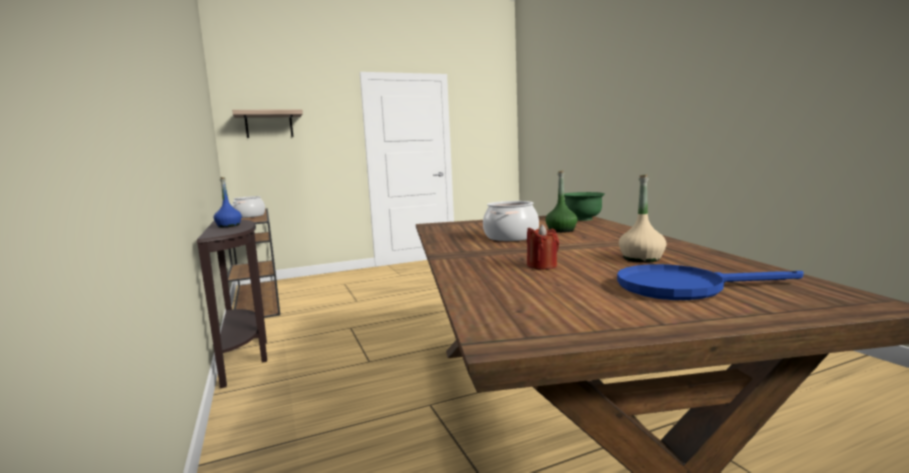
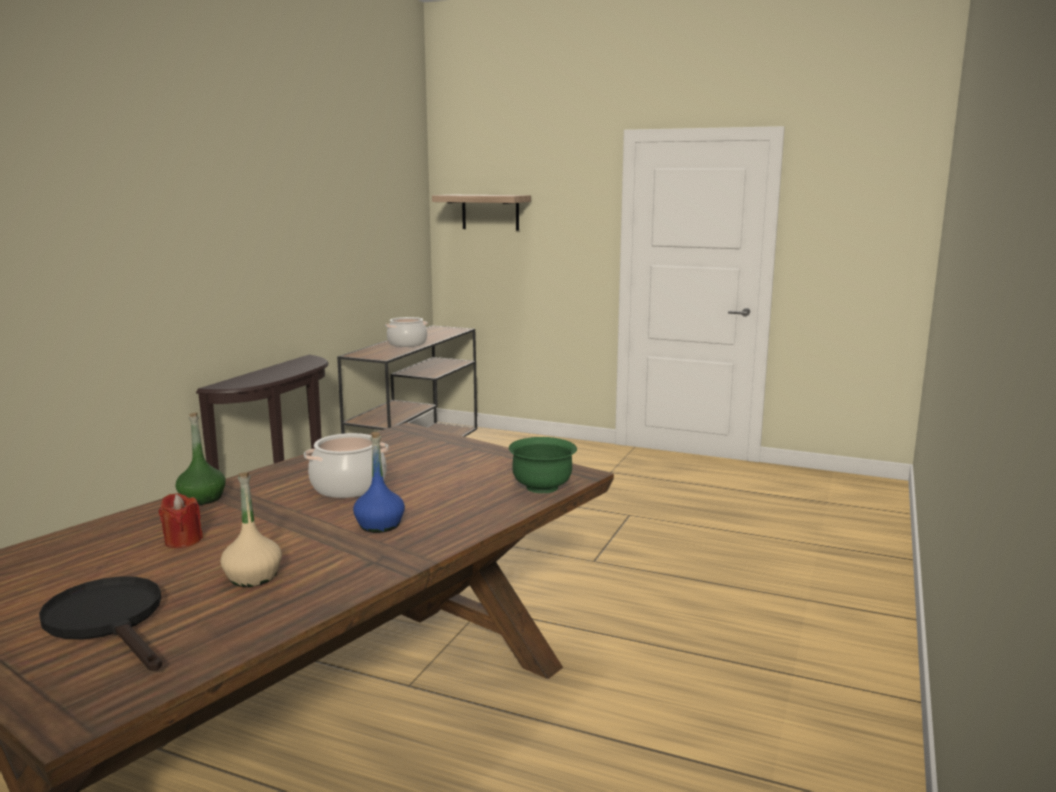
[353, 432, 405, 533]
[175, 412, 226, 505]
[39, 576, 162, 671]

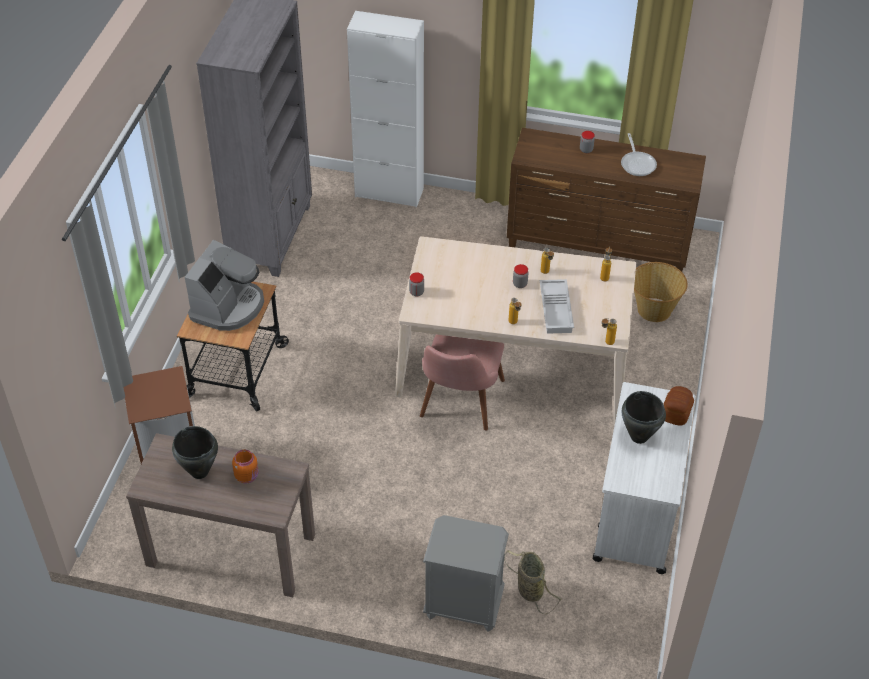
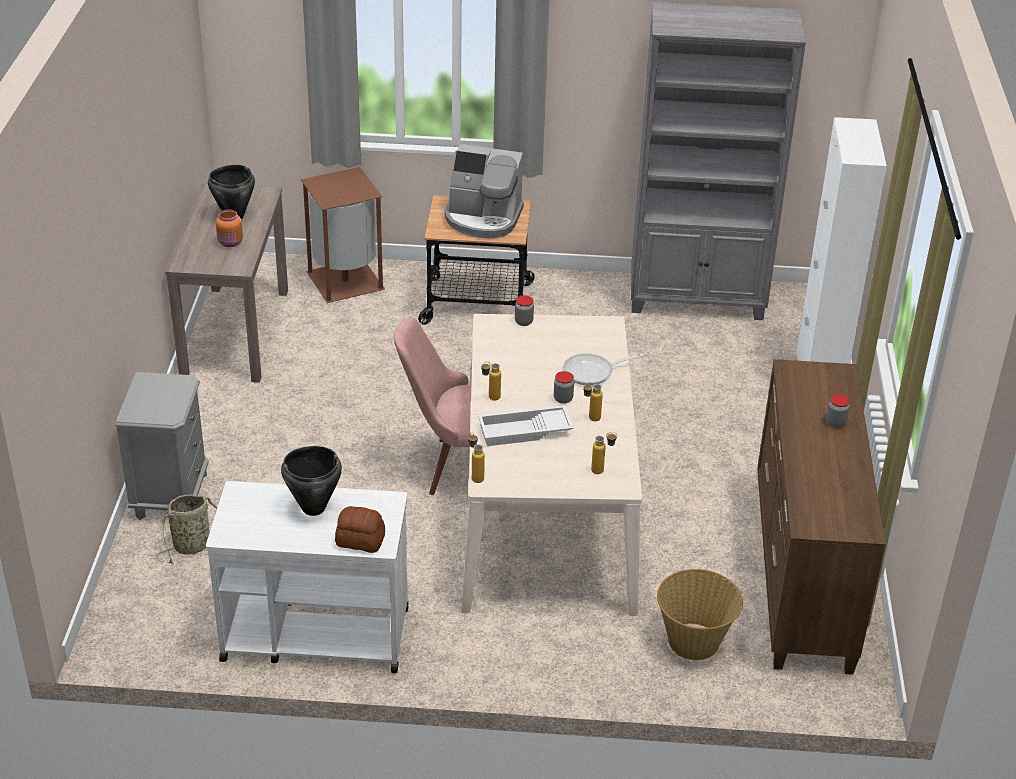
[563, 353, 644, 385]

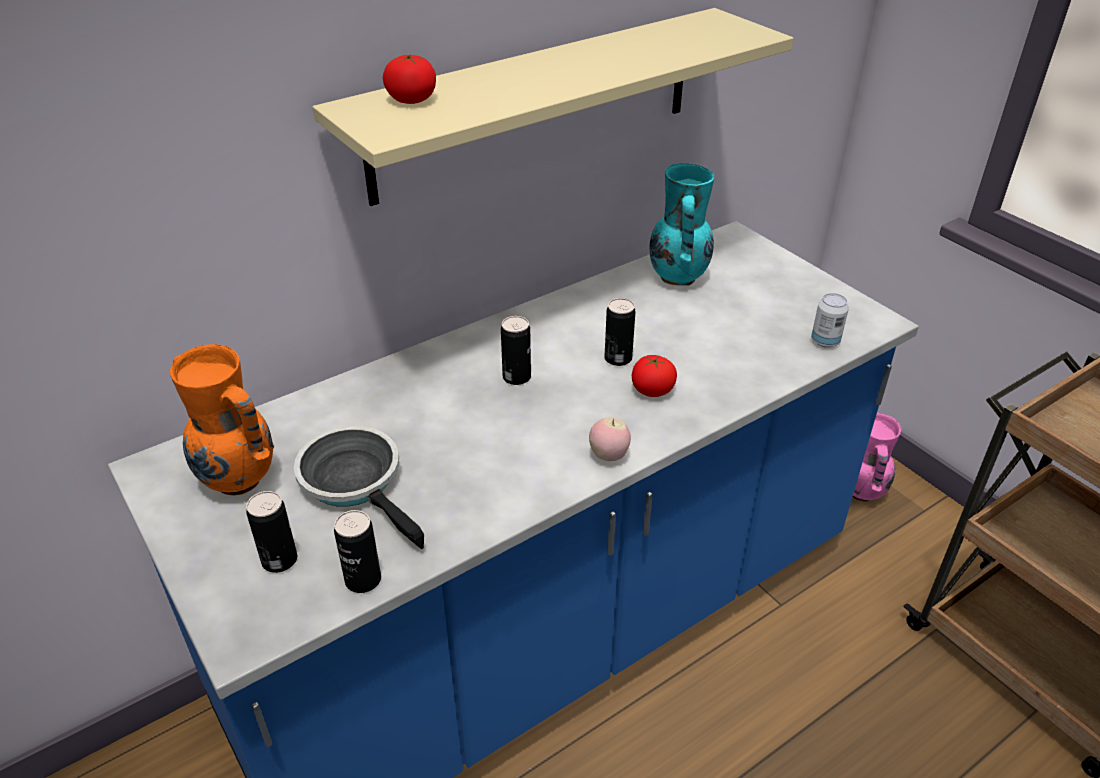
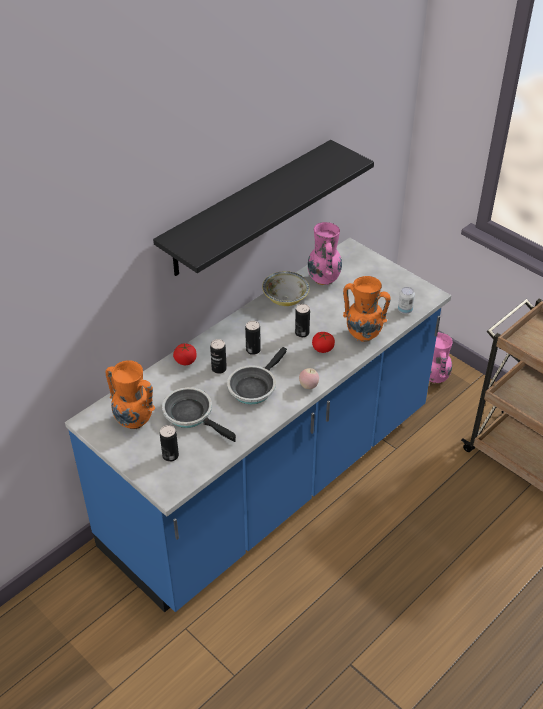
[227, 347, 287, 404]
[262, 271, 309, 306]
[343, 276, 391, 342]
[210, 339, 227, 374]
[173, 343, 196, 365]
[153, 140, 374, 276]
[308, 222, 342, 285]

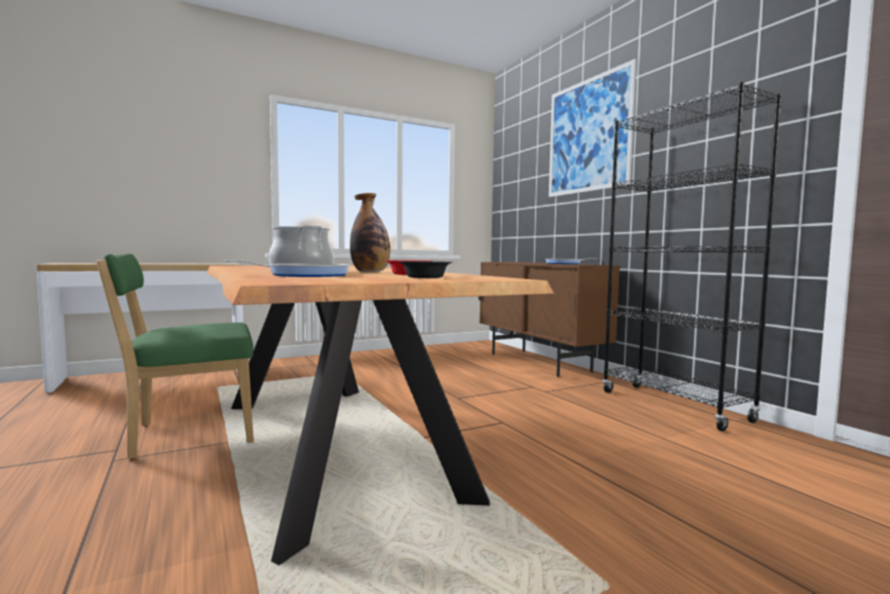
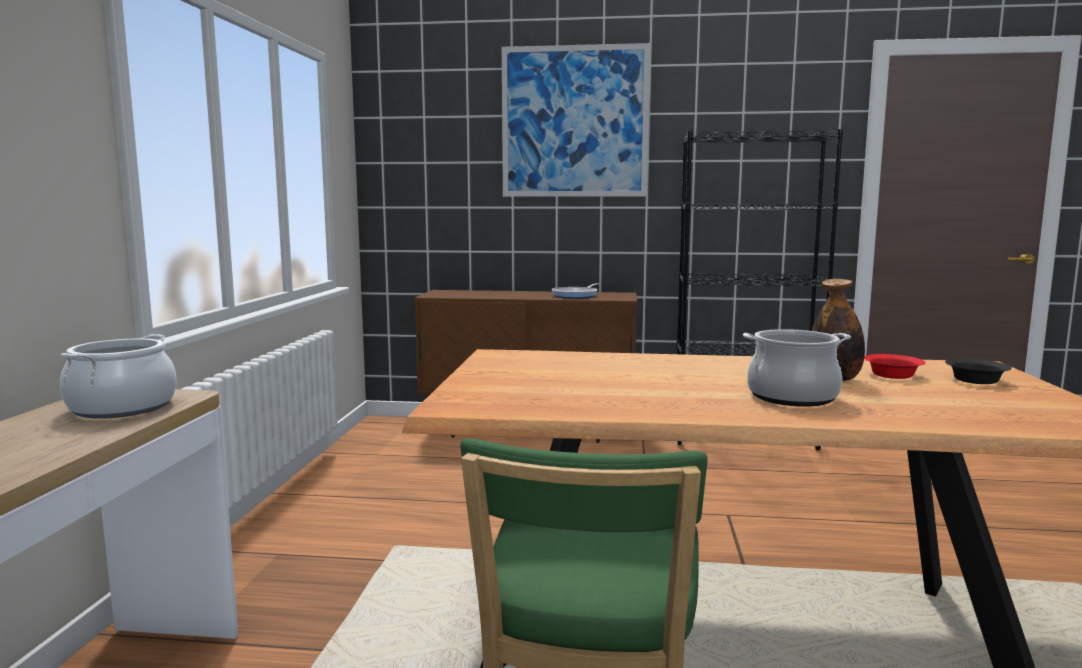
[224, 261, 350, 277] (first image)
[60, 334, 177, 419]

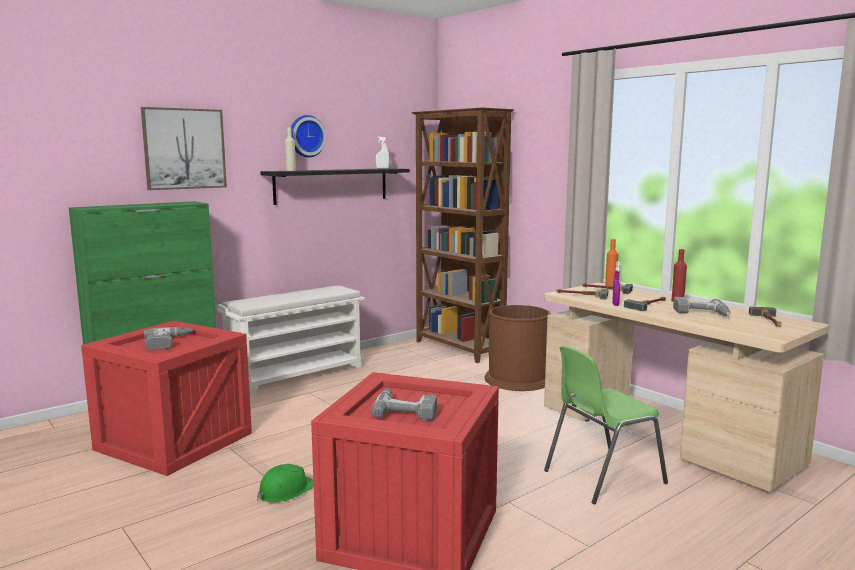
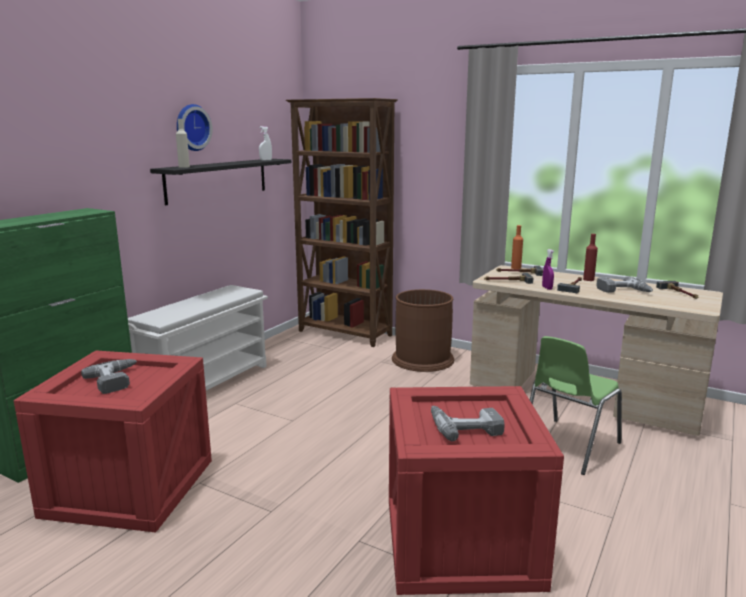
[141, 107, 227, 190] (first image)
[257, 464, 314, 502] (first image)

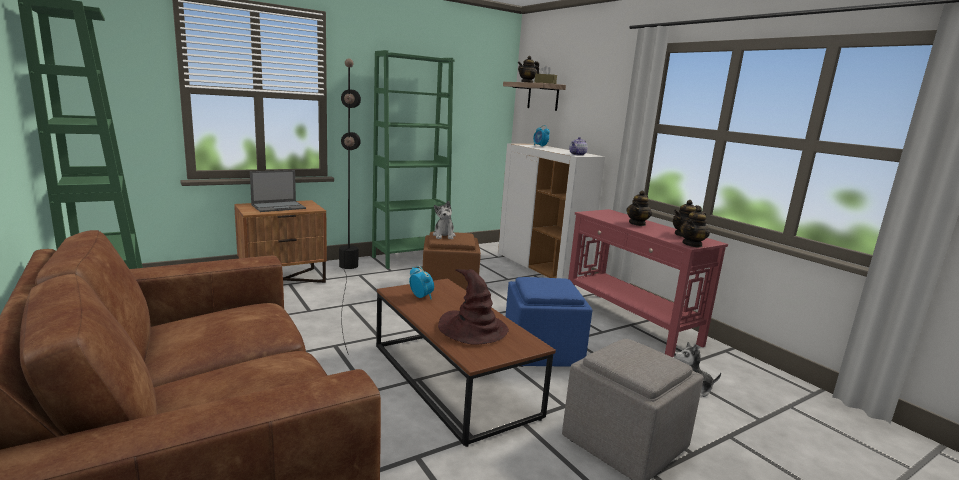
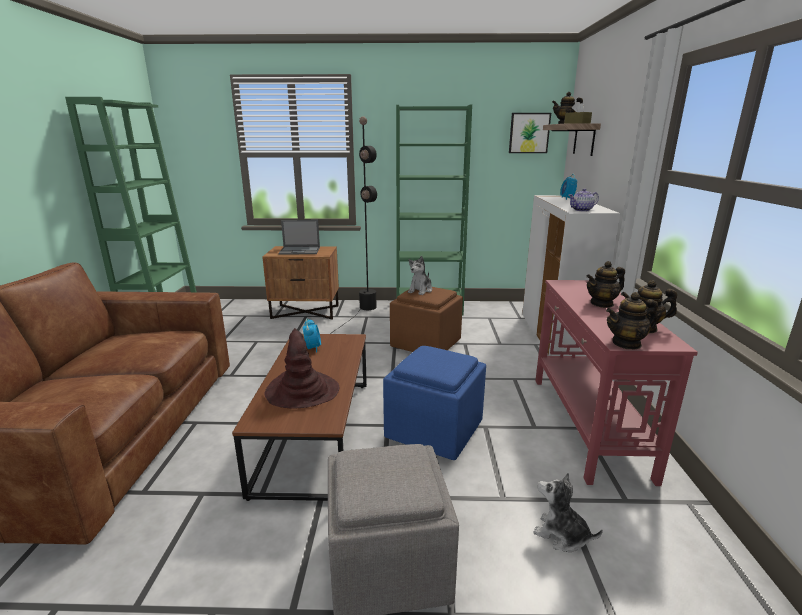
[509, 113, 551, 153]

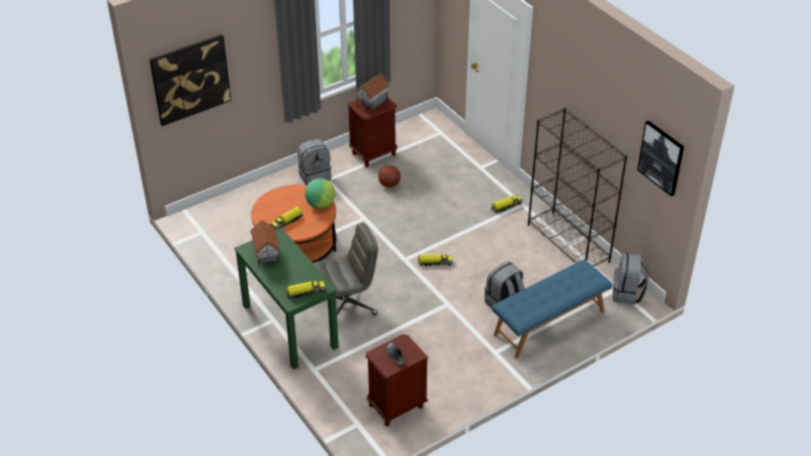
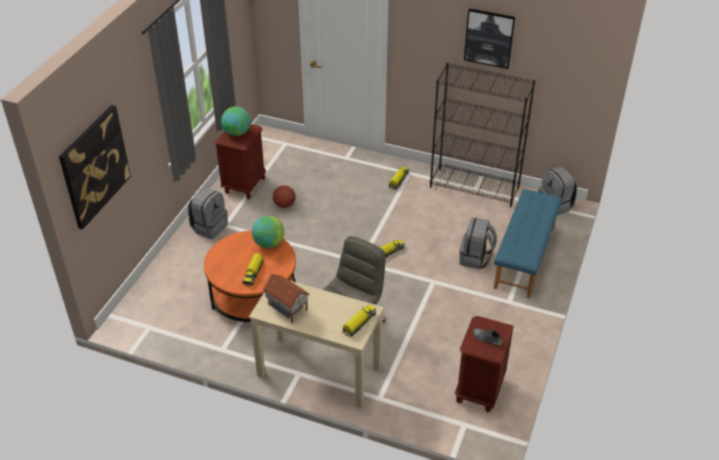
[464, 9, 515, 69]
[221, 106, 251, 136]
[249, 281, 384, 408]

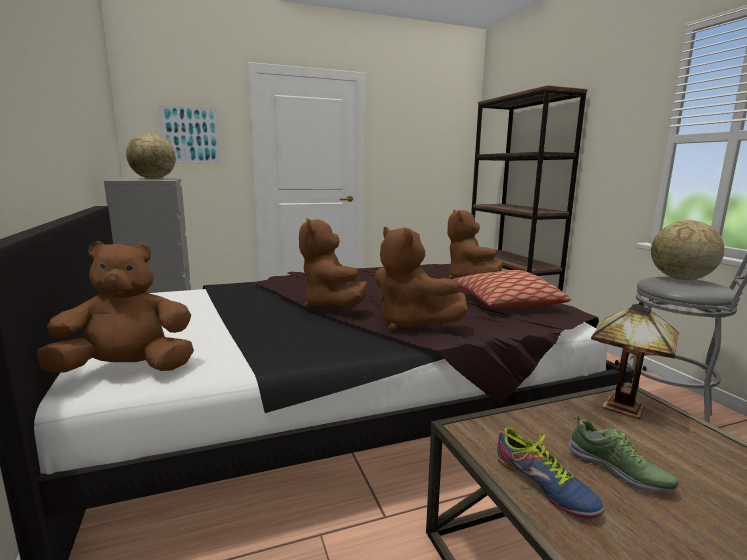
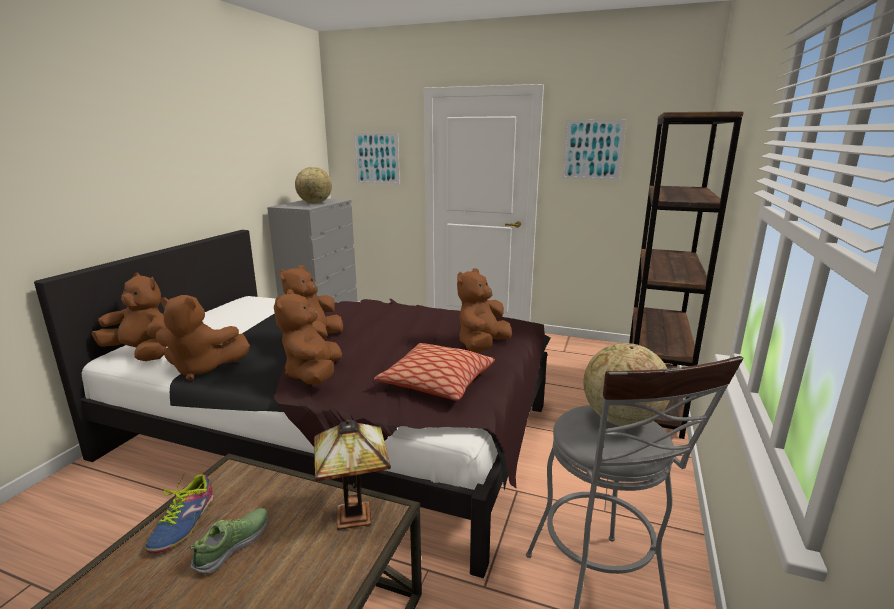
[156, 295, 250, 381]
[562, 120, 626, 180]
[190, 508, 268, 574]

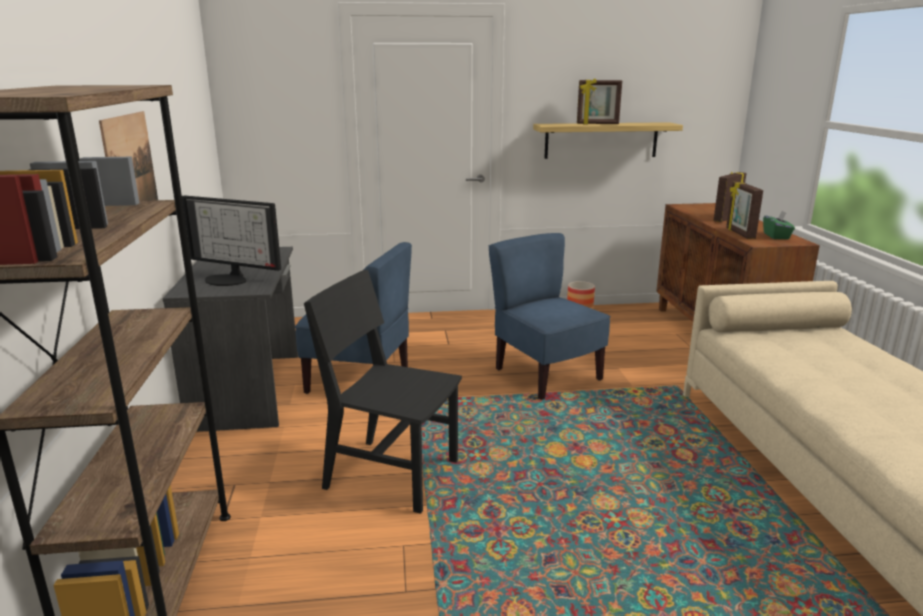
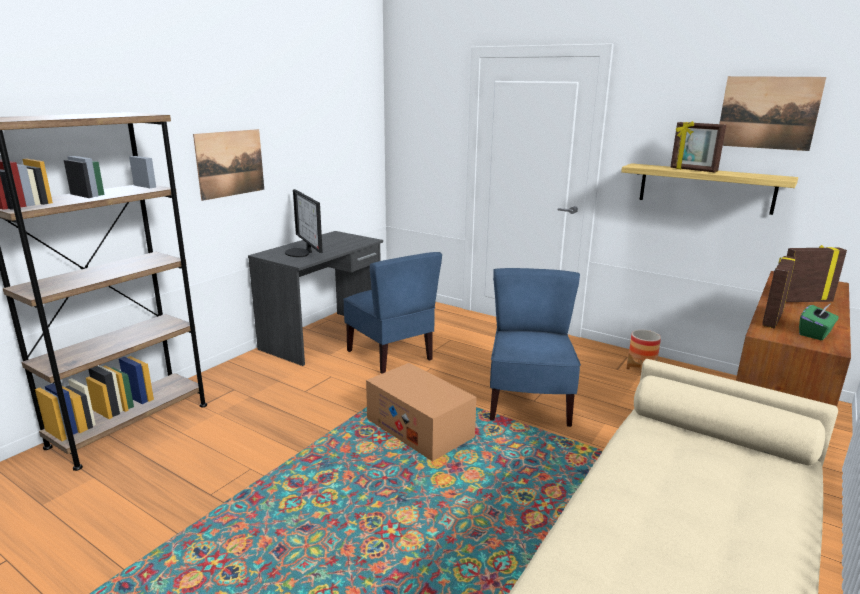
[304, 270, 462, 514] (first image)
[366, 363, 477, 461]
[719, 76, 826, 151]

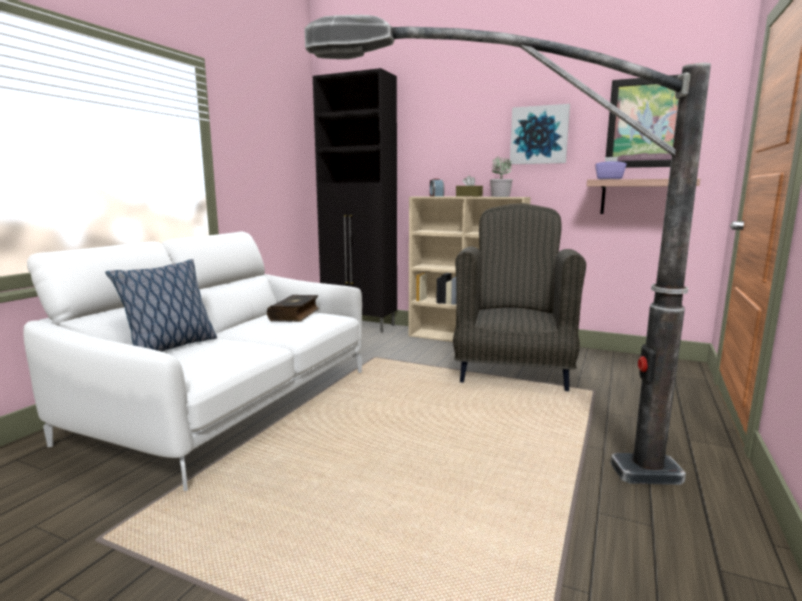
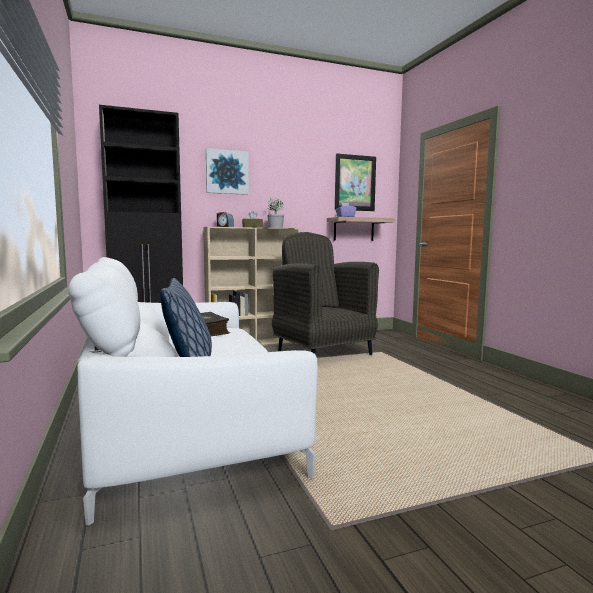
[304, 15, 711, 485] (first image)
[206, 148, 249, 195]

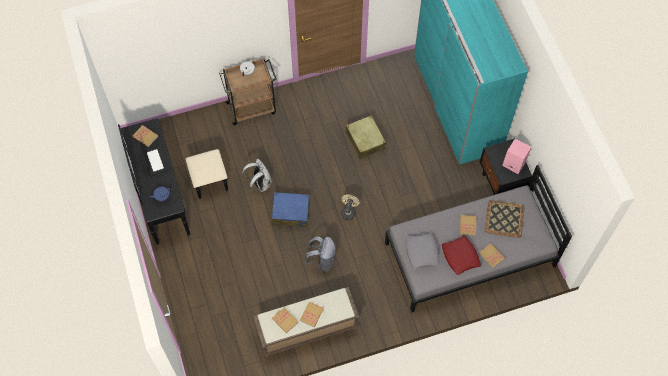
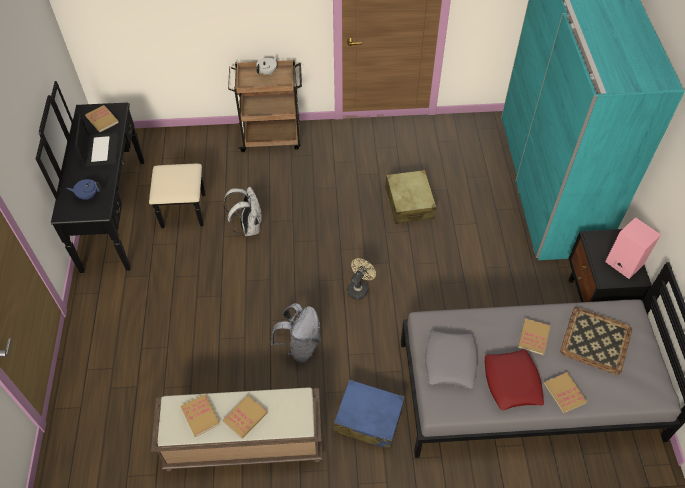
[334, 379, 405, 450]

